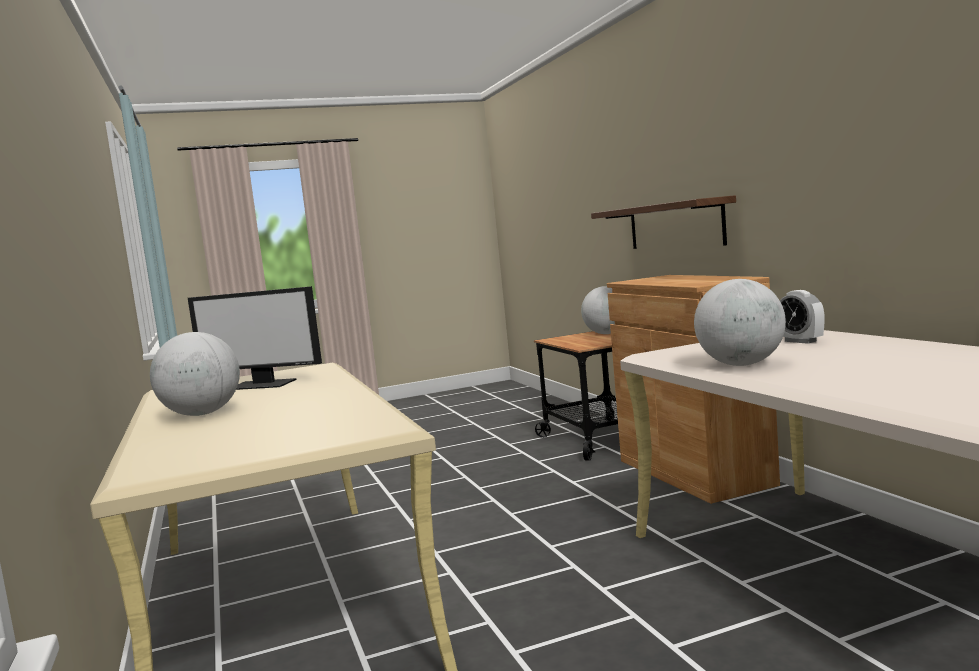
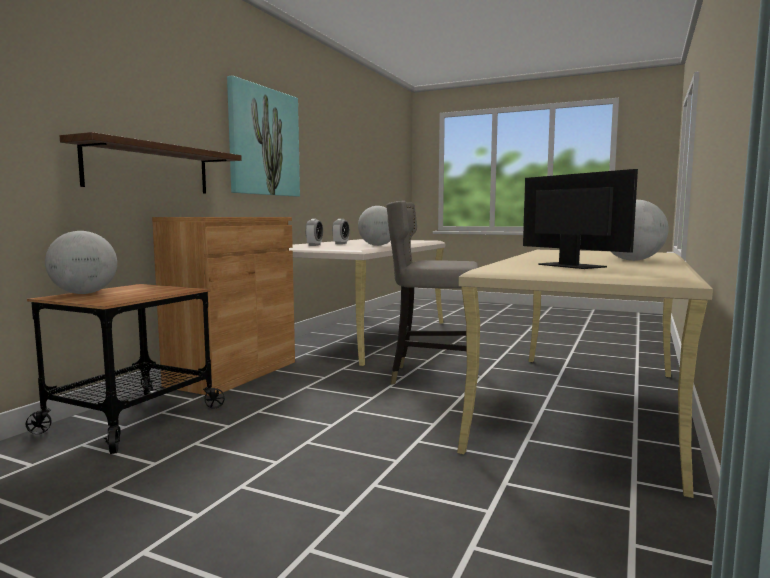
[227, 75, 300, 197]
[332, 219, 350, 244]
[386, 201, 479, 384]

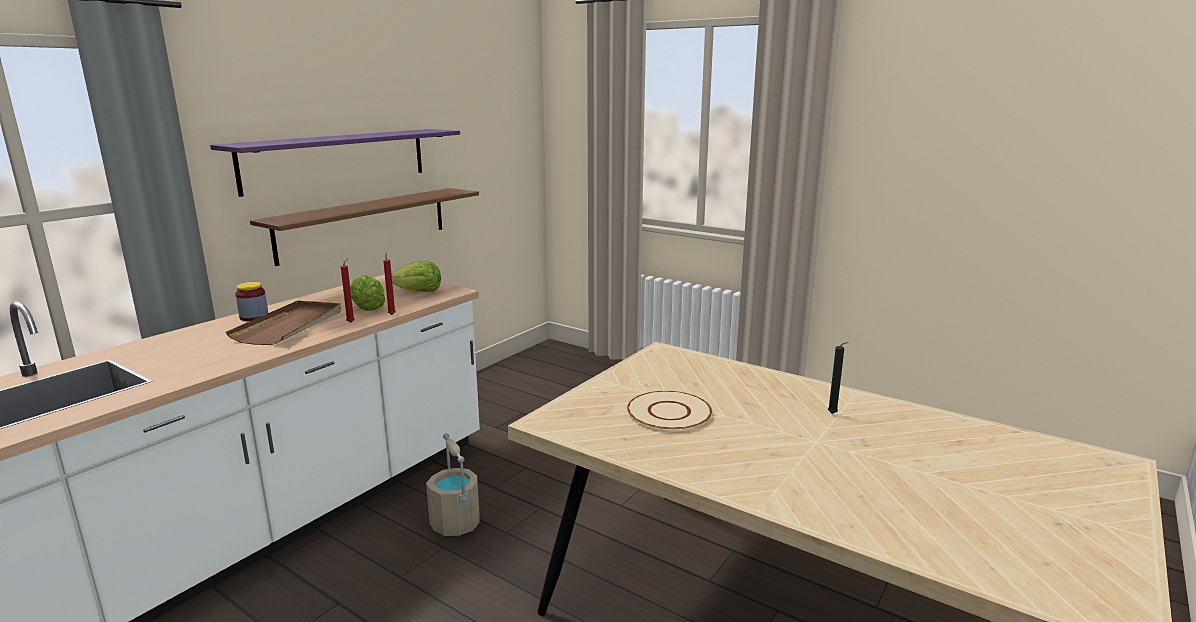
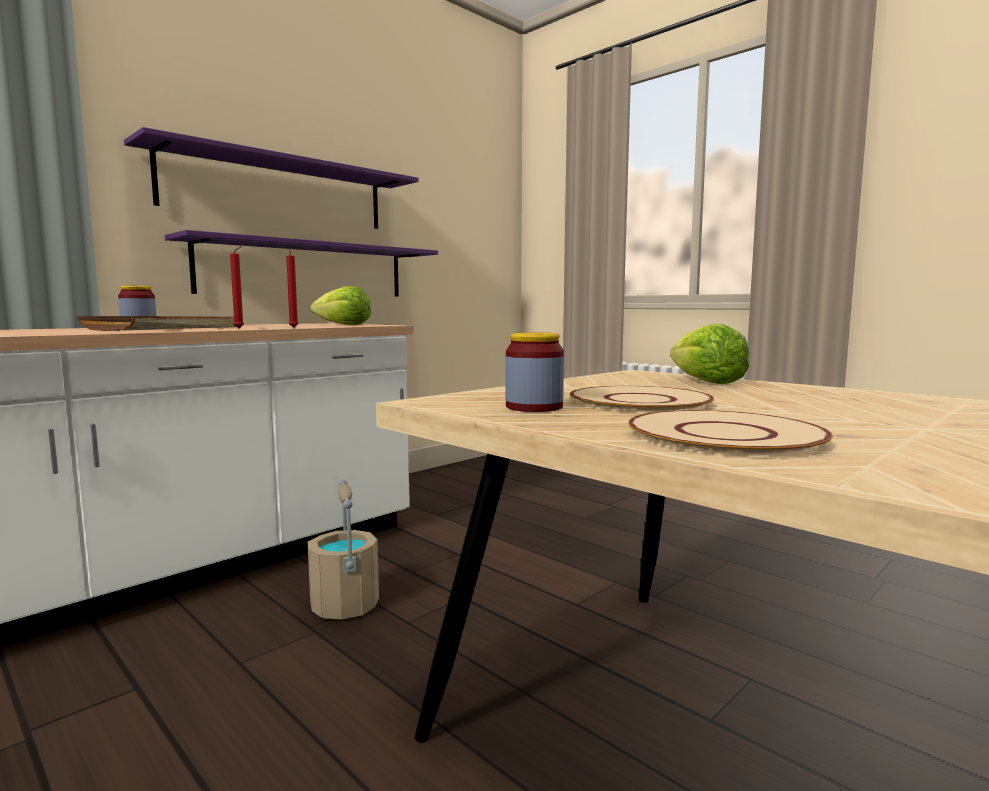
[828, 342, 849, 414] (first image)
[505, 333, 564, 412]
[628, 410, 833, 457]
[670, 324, 749, 384]
[165, 230, 438, 297]

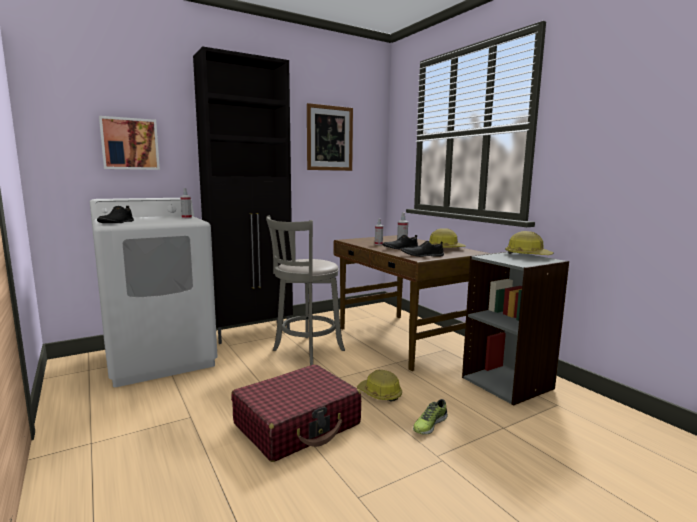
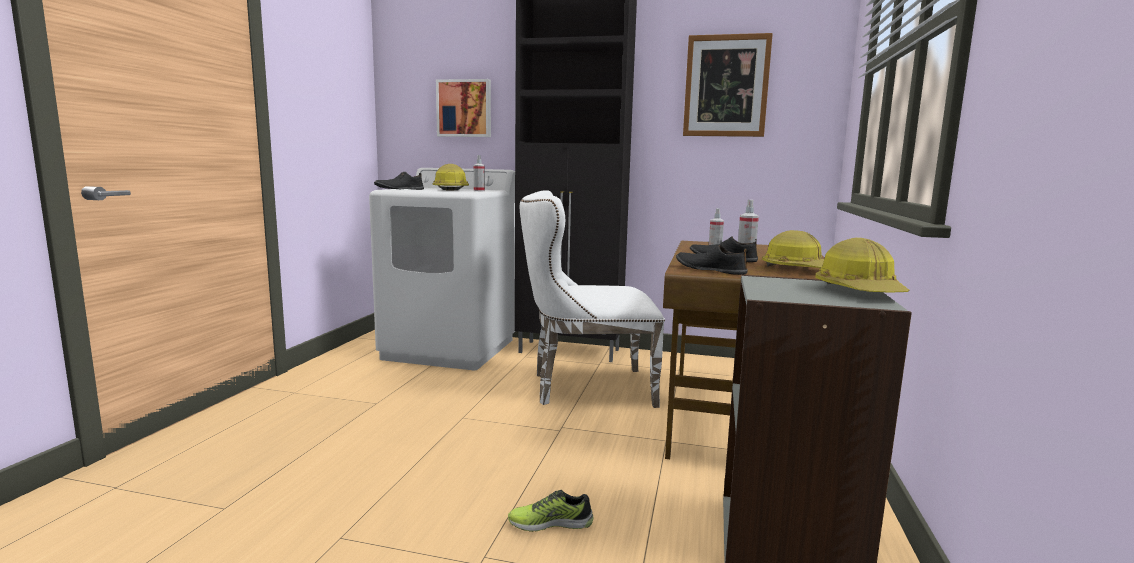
[231, 364, 361, 462] (first image)
[432, 164, 469, 191]
[520, 190, 665, 408]

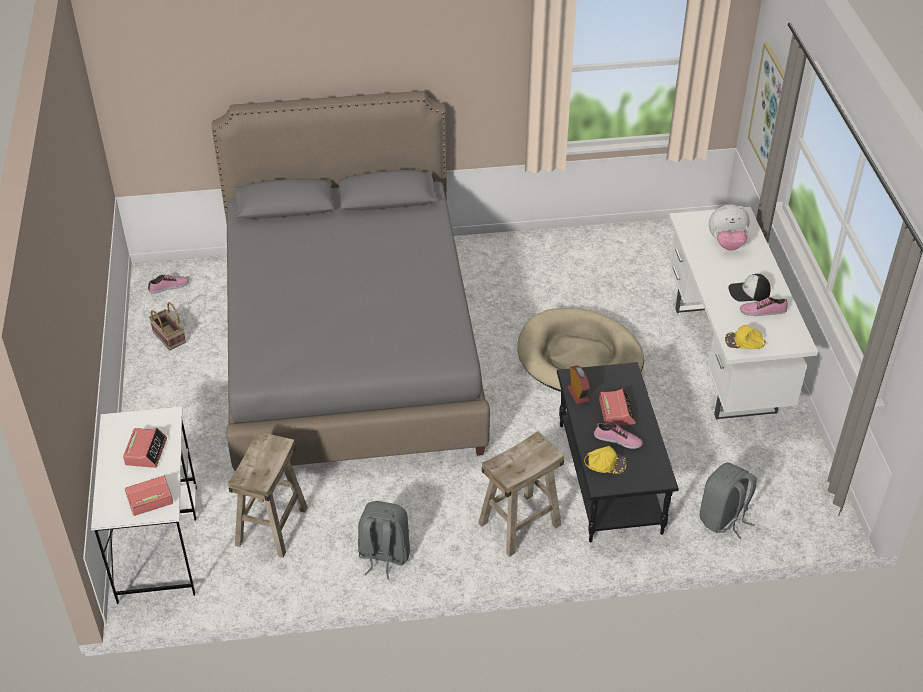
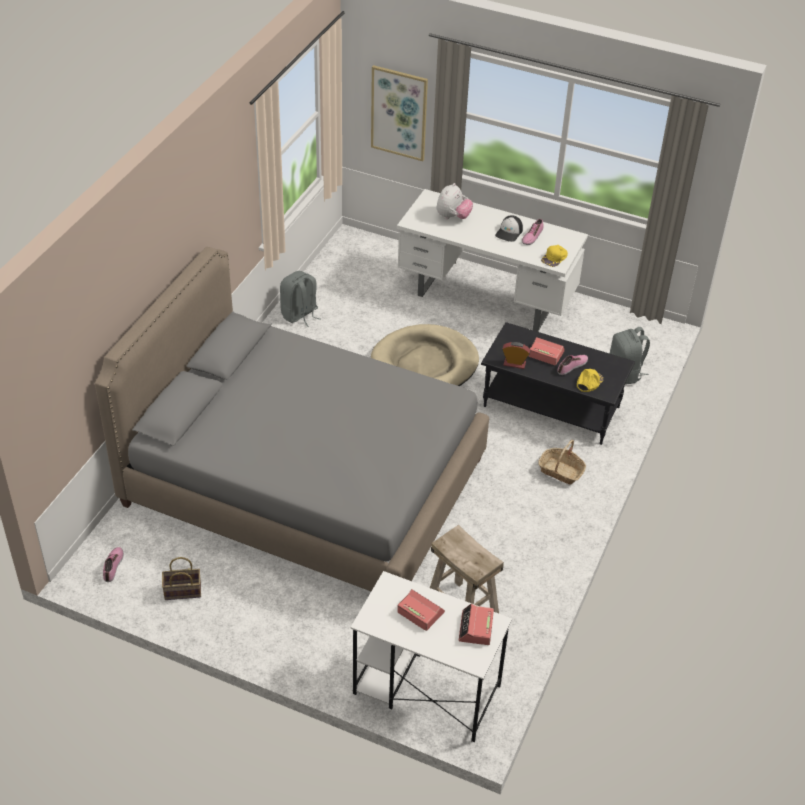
[280, 271, 321, 327]
[538, 440, 586, 485]

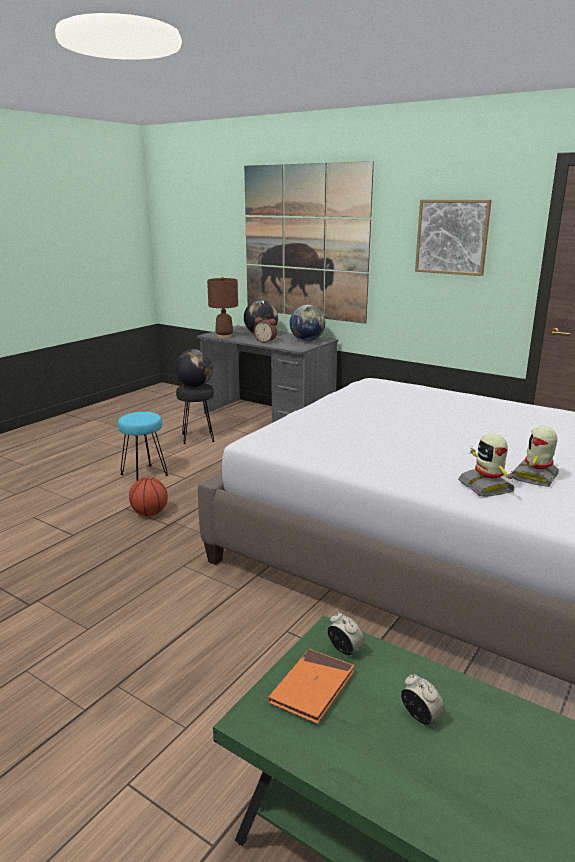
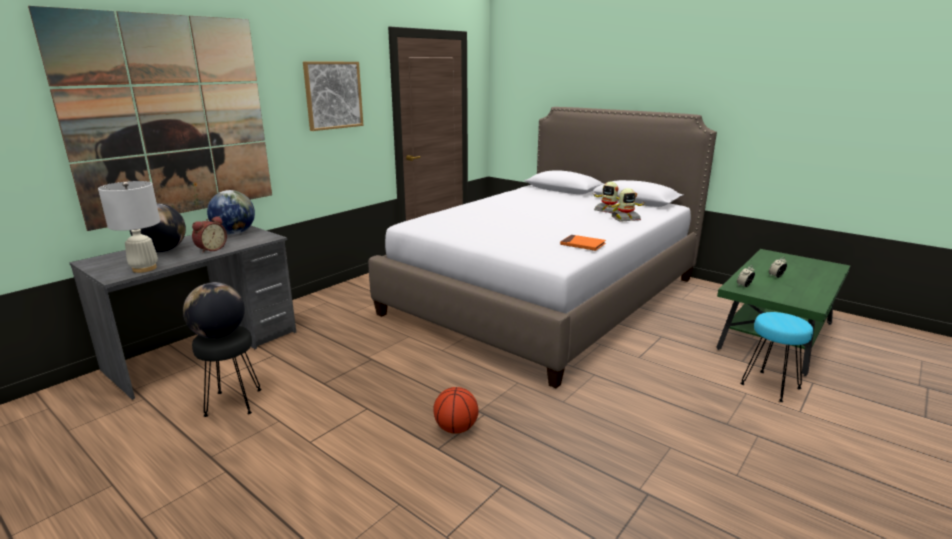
[740, 312, 813, 402]
[560, 235, 606, 251]
[98, 181, 160, 273]

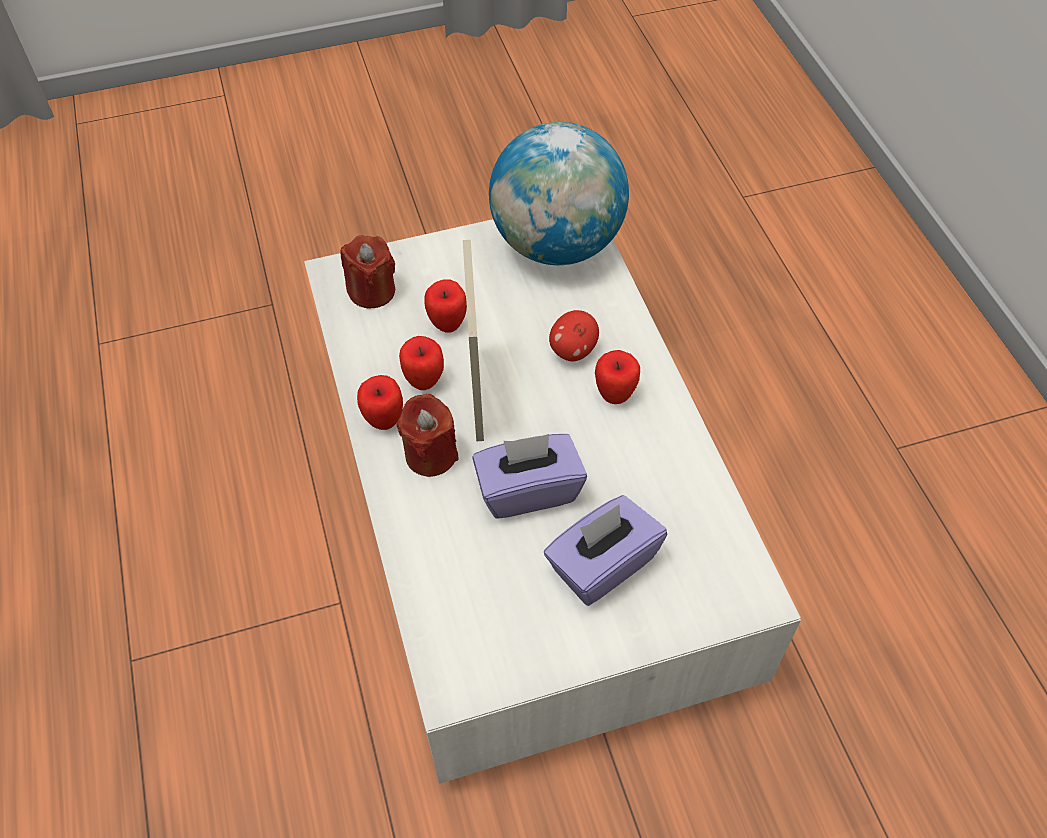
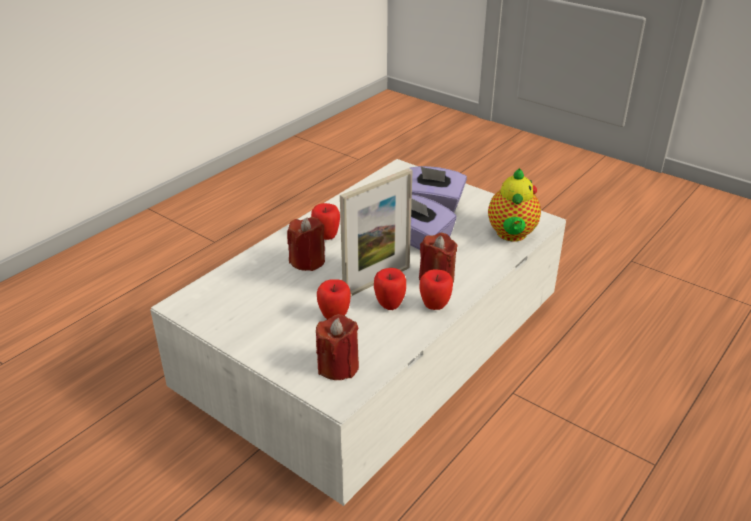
[489, 122, 629, 265] (first image)
[488, 168, 541, 241]
[287, 217, 325, 271]

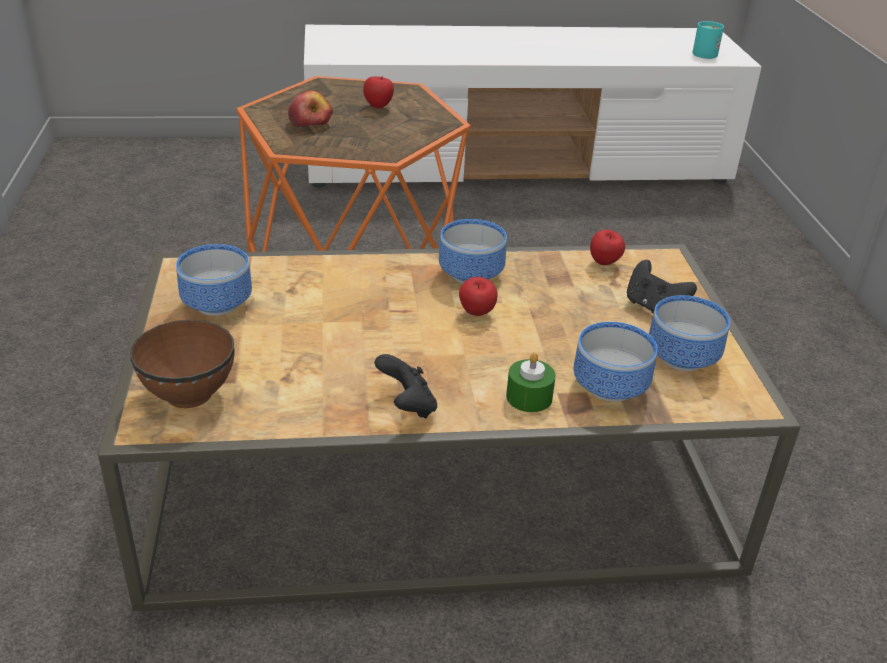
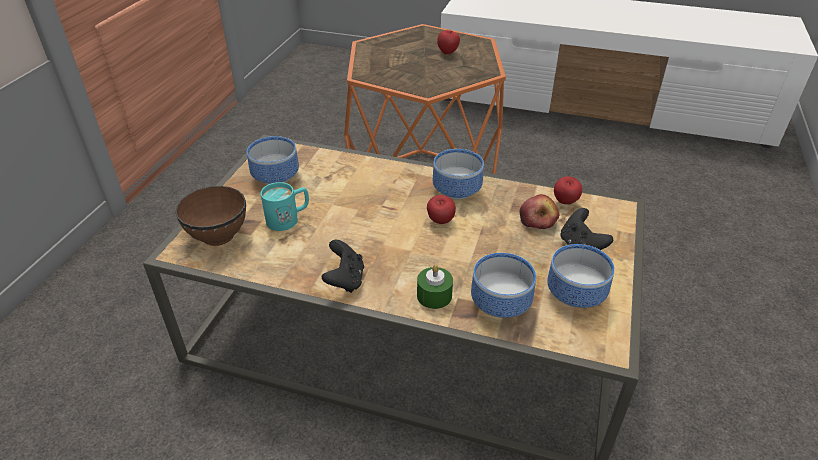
[520, 194, 559, 229]
[261, 182, 309, 231]

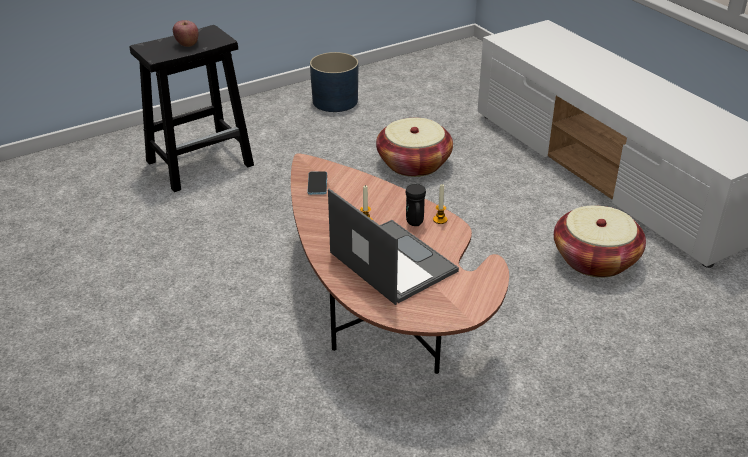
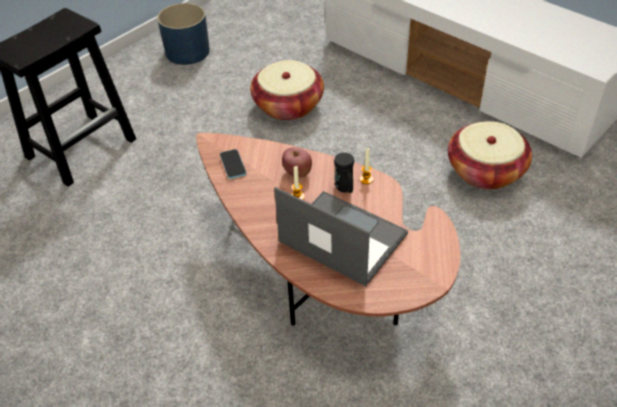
[282, 147, 312, 178]

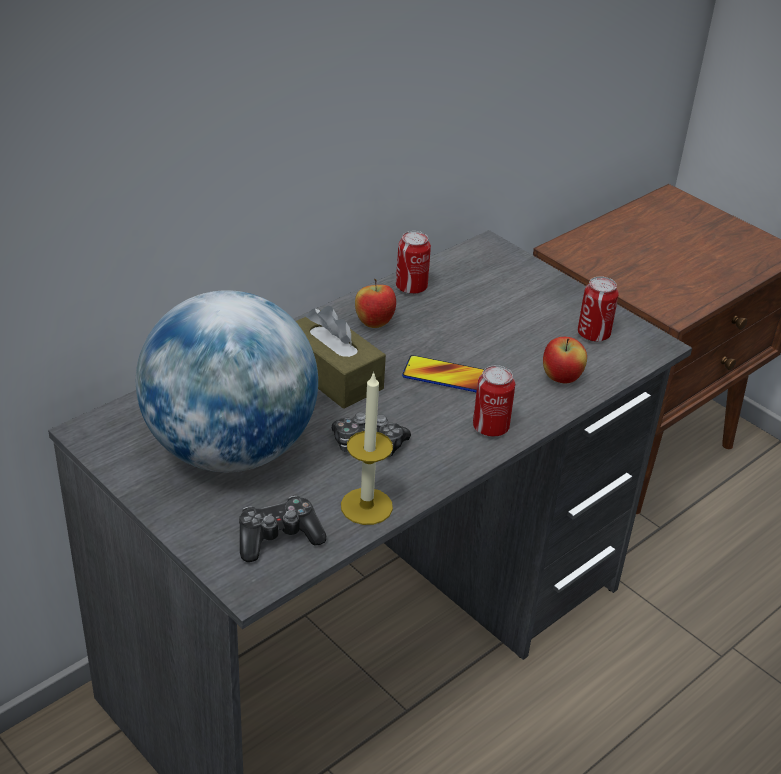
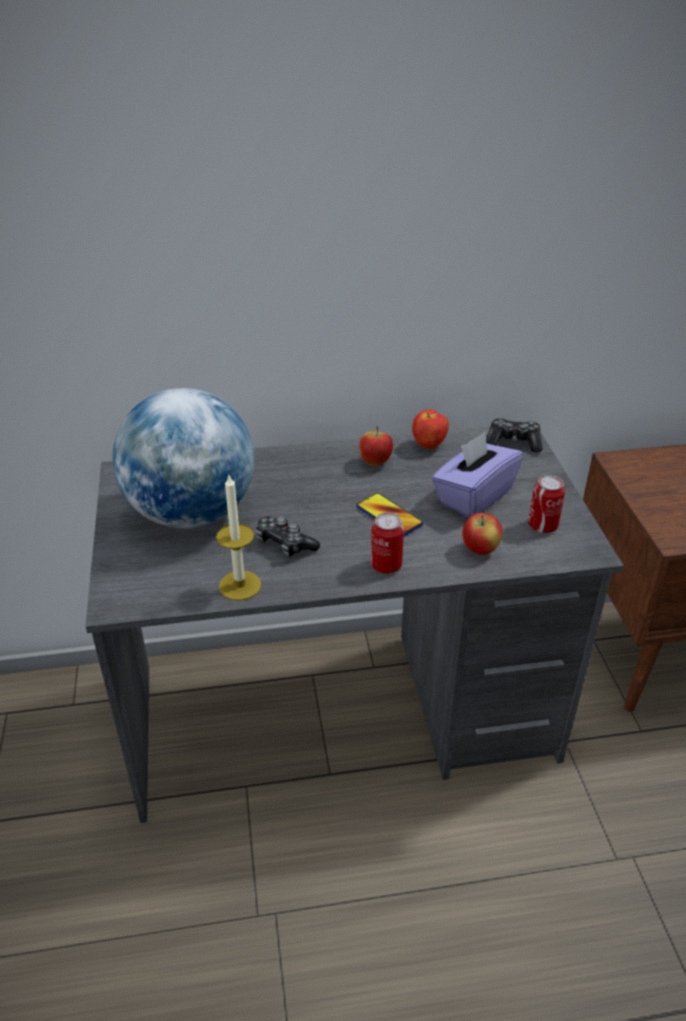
[296, 306, 386, 409] (first image)
[432, 432, 523, 517]
[486, 418, 543, 453]
[412, 409, 449, 449]

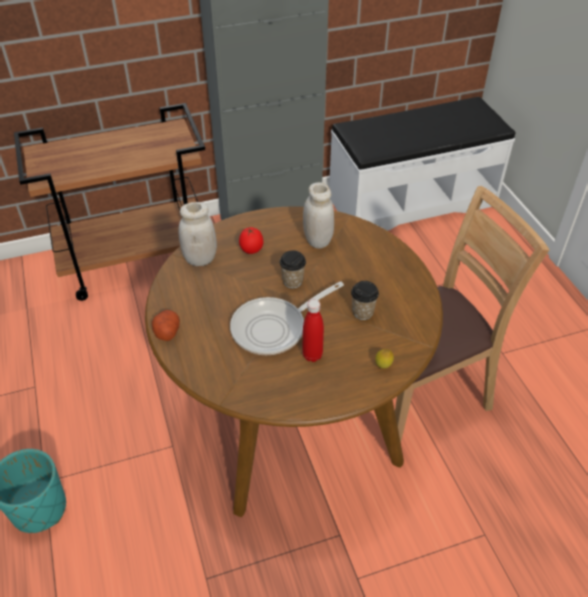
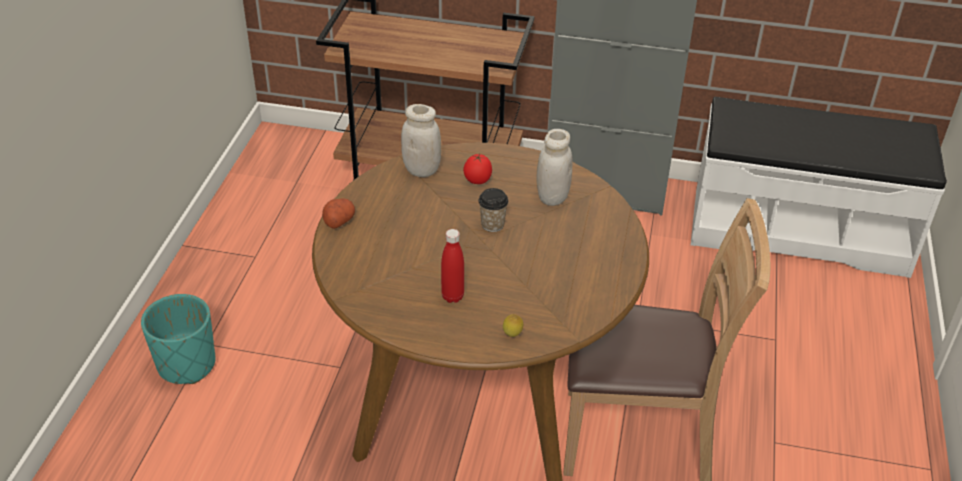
[230, 281, 344, 355] (first image)
[351, 281, 379, 320] (first image)

